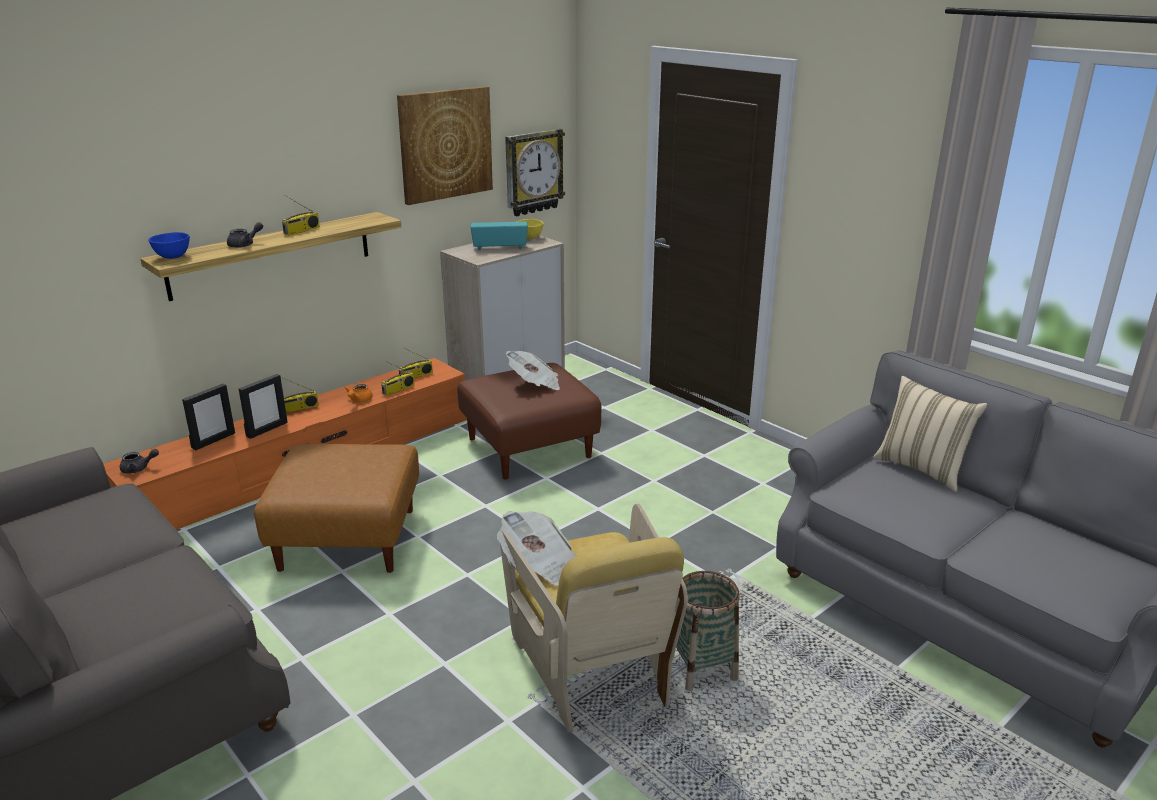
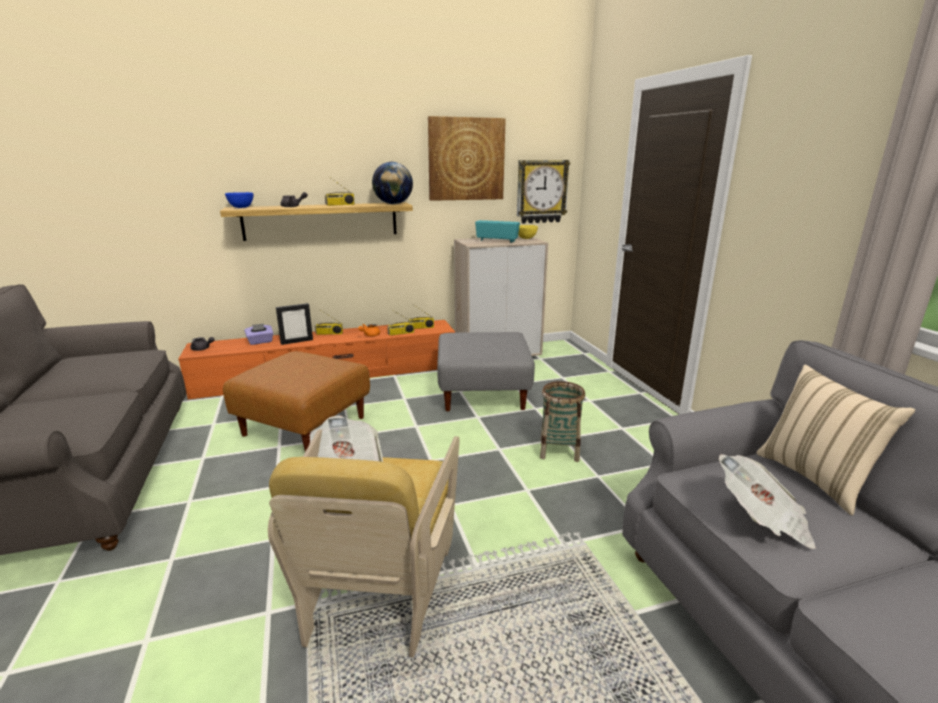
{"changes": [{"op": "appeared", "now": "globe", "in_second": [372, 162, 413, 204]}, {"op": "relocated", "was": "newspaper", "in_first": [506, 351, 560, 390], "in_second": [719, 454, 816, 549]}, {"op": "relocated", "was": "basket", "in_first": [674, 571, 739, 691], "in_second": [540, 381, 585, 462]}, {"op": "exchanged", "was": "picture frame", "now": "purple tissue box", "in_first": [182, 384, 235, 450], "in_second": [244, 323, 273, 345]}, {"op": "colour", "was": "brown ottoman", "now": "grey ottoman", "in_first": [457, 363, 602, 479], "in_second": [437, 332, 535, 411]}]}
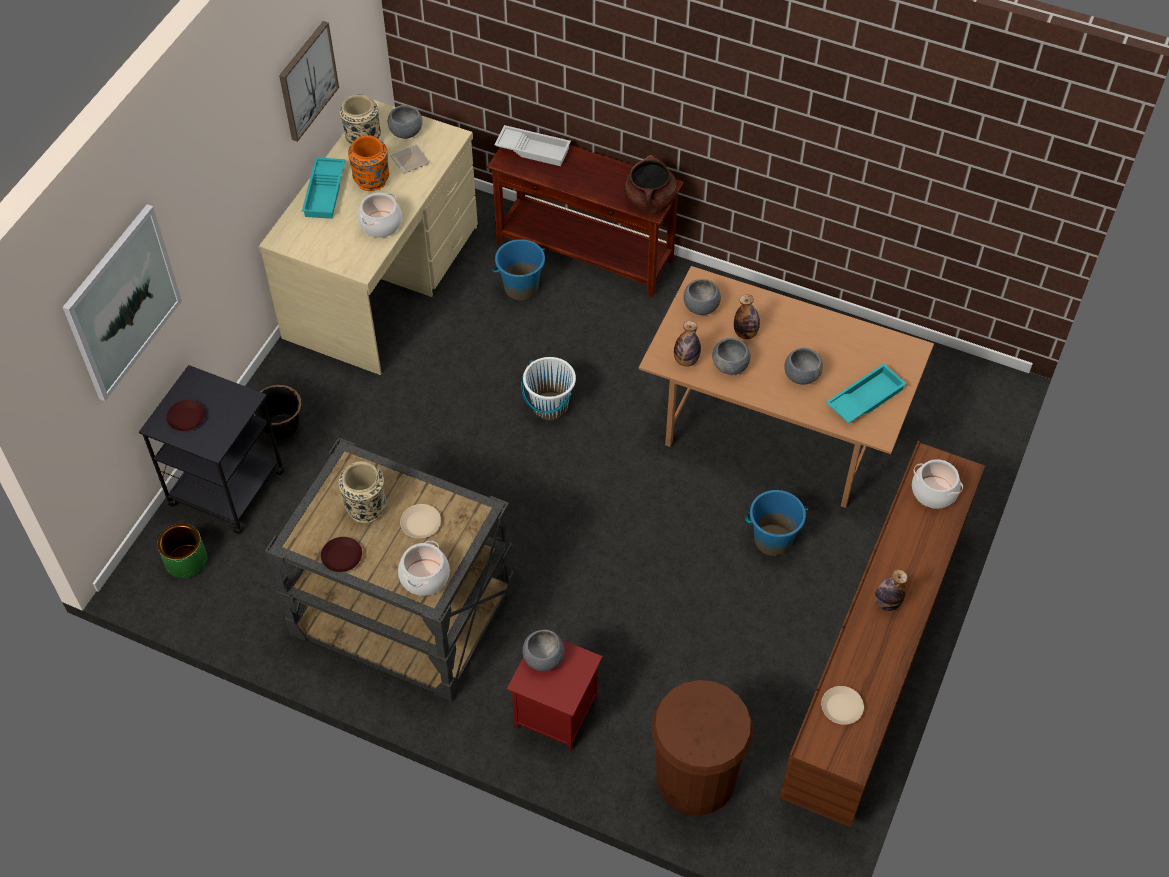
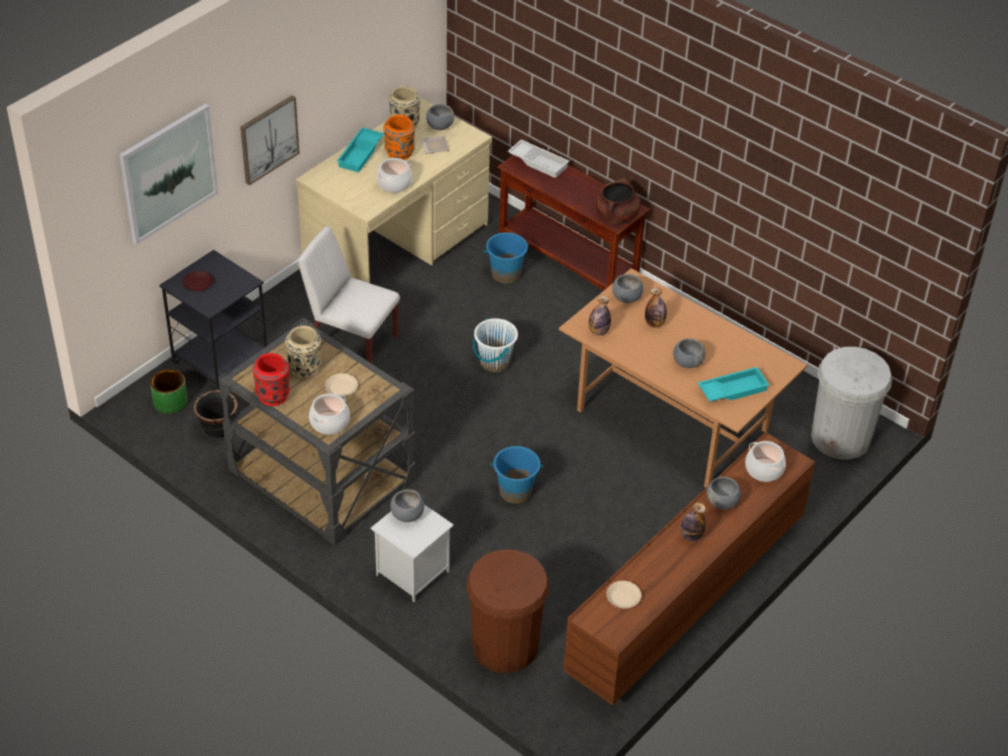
{"changes": [{"op": "appeared", "now": "white chair", "in_second": [298, 226, 400, 364]}, {"op": "appeared", "now": "white trash can", "in_second": [811, 347, 892, 460]}, {"op": "relocated", "was": "black planter", "in_first": [254, 385, 302, 439], "in_second": [194, 390, 238, 438]}, {"op": "relocated", "was": "picture", "in_first": [279, 21, 339, 142], "in_second": [240, 95, 300, 185]}, {"op": "relocated", "was": "grey bowl", "in_first": [712, 338, 751, 375], "in_second": [707, 476, 741, 510]}, {"op": "relocated", "was": "blue bucket", "in_first": [745, 490, 808, 556], "in_second": [491, 446, 543, 504]}, {"op": "exchanged", "was": "brown plate", "now": "red vase", "in_first": [321, 537, 362, 572], "in_second": [252, 353, 290, 406]}, {"op": "colour", "was": "red nightstand", "now": "grey nightstand", "in_first": [507, 630, 602, 751], "in_second": [370, 505, 454, 602]}]}
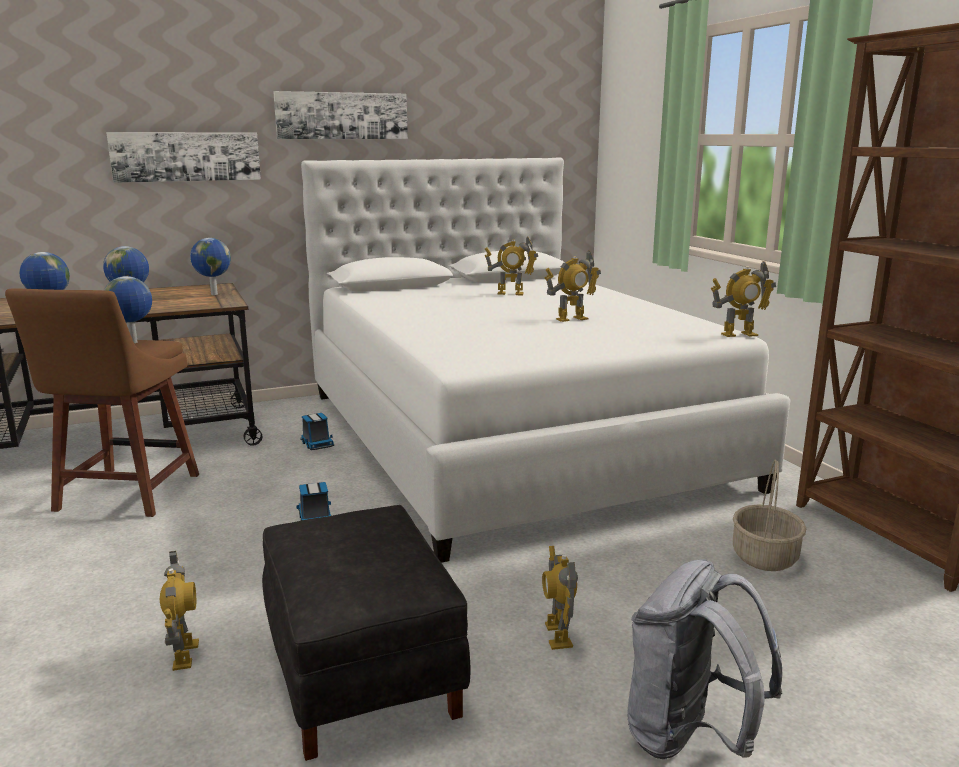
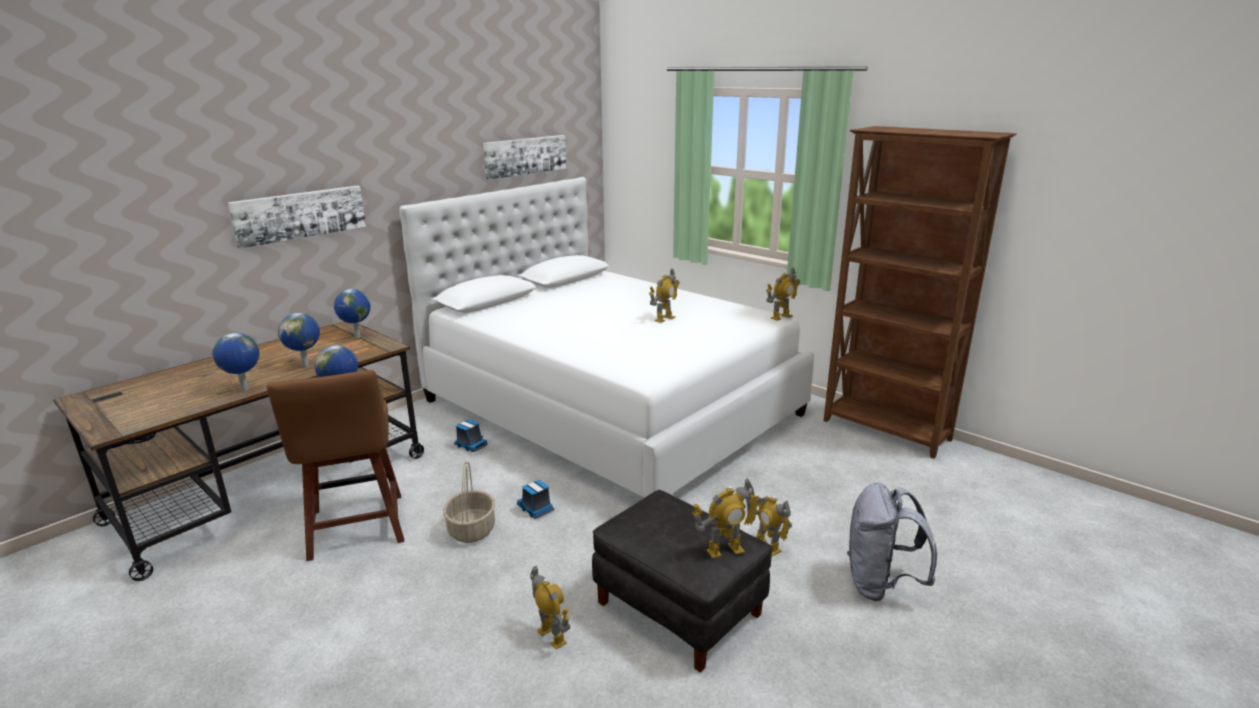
{"changes": [{"op": "relocated", "was": "picture", "in_first": [273, 91, 408, 139], "in_second": [483, 135, 566, 180]}, {"op": "relocated", "was": "toy robot", "in_first": [484, 237, 538, 295], "in_second": [692, 478, 762, 559]}, {"op": "relocated", "was": "basket", "in_first": [733, 460, 806, 571], "in_second": [443, 462, 495, 543]}]}
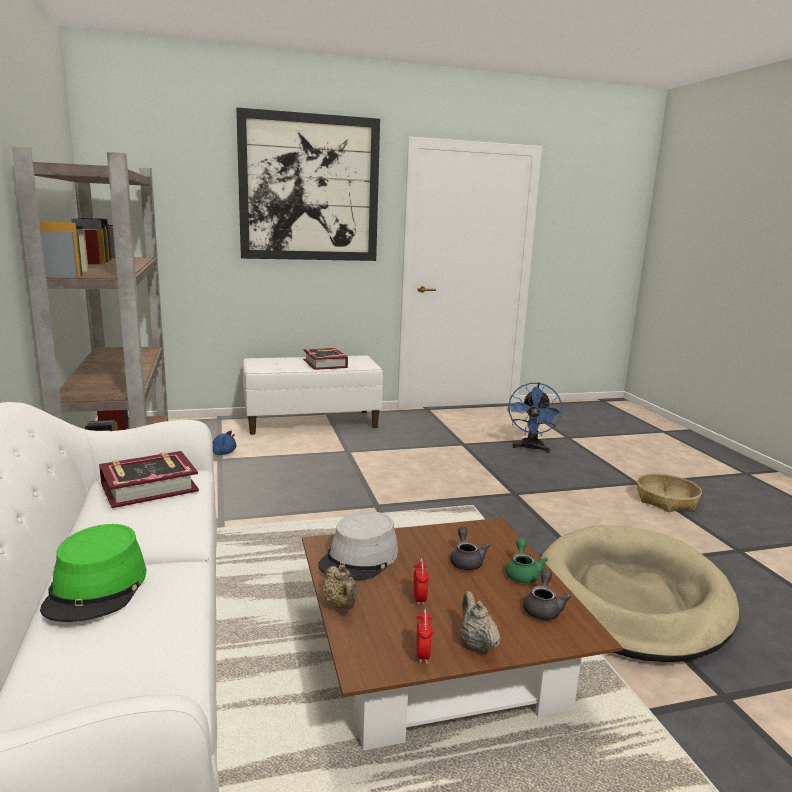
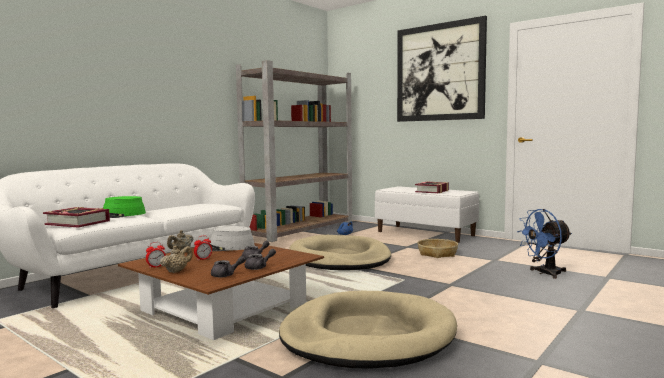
{"changes": [{"op": "appeared", "now": "beige dog bed", "in_second": [289, 235, 391, 270]}, {"op": "relocated", "was": "book", "in_first": [99, 451, 199, 508], "in_second": [43, 207, 110, 228]}, {"op": "relocated", "was": "basket", "in_first": [637, 473, 702, 512], "in_second": [417, 239, 458, 258]}, {"op": "colour", "was": "green teapot", "now": "grey teapot", "in_first": [506, 538, 548, 583], "in_second": [245, 249, 276, 270]}]}
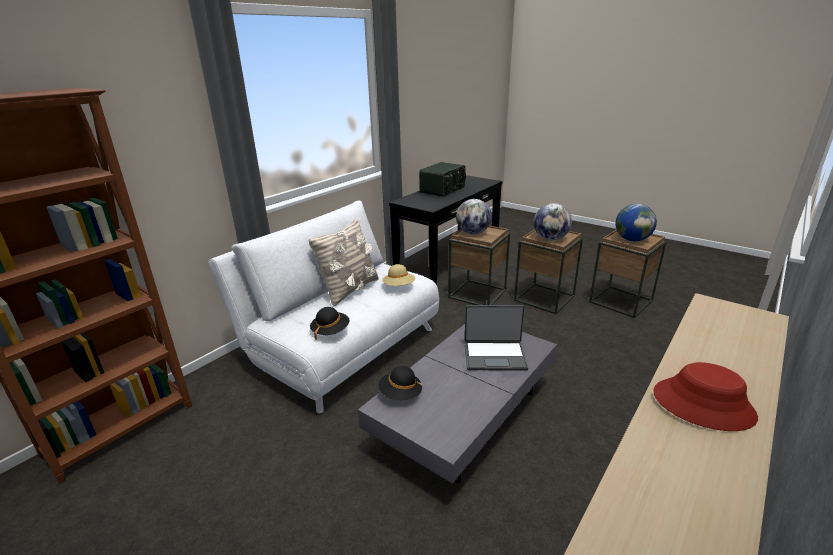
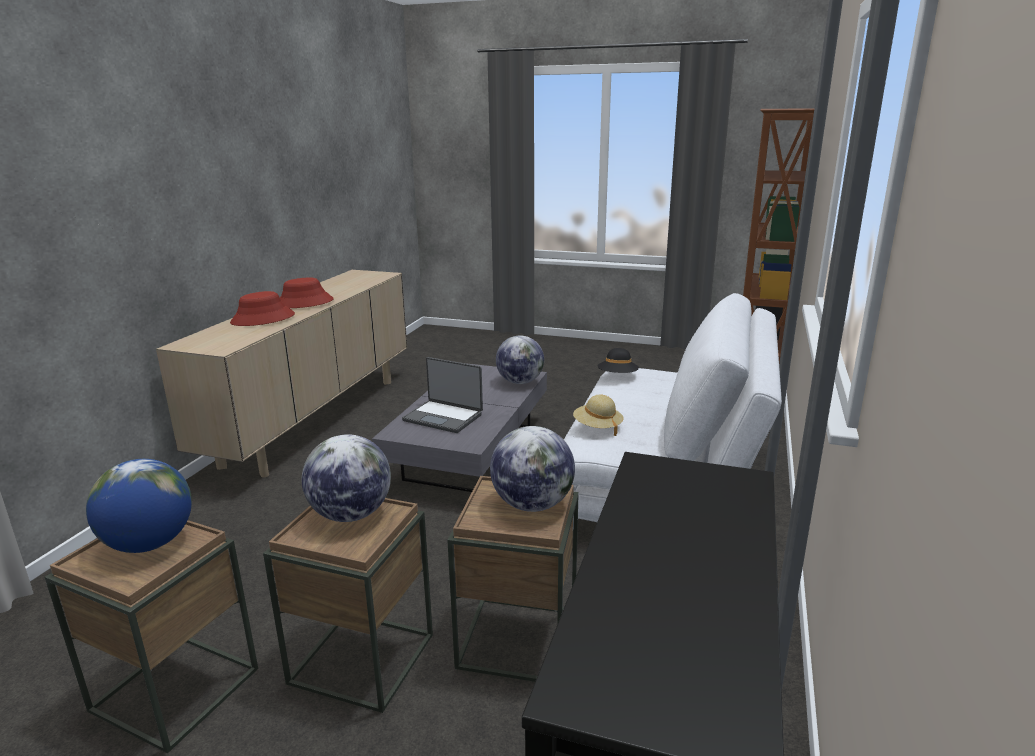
{"changes": [{"op": "missing", "was": "beige pillow", "in_first": [309, 219, 379, 306]}, {"op": "missing", "was": "radio", "in_first": [419, 162, 466, 197]}, {"op": "appeared", "now": "red hat", "in_second": [230, 291, 295, 326]}, {"op": "exchanged", "was": "black hat", "now": "globe", "in_first": [379, 366, 422, 400], "in_second": [496, 335, 544, 384]}, {"op": "spun", "was": "laptop", "in_first": [465, 305, 528, 370], "in_second": [402, 357, 483, 433], "clockwise": -135}]}
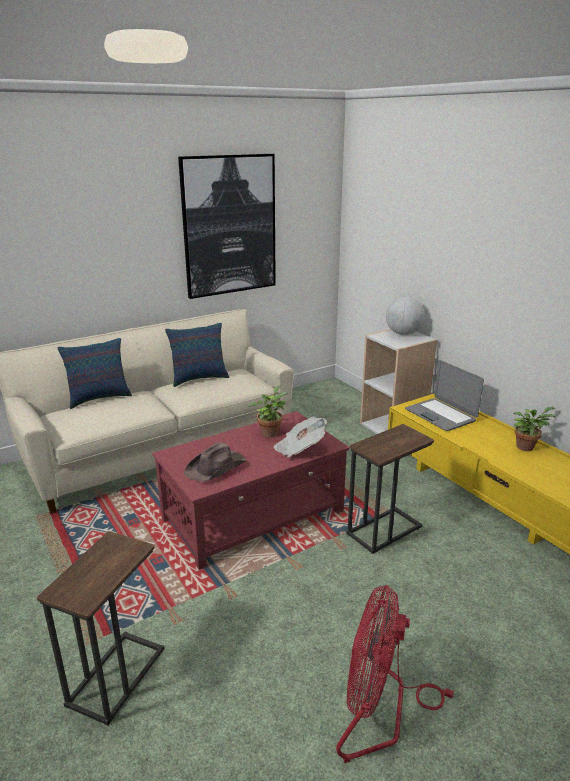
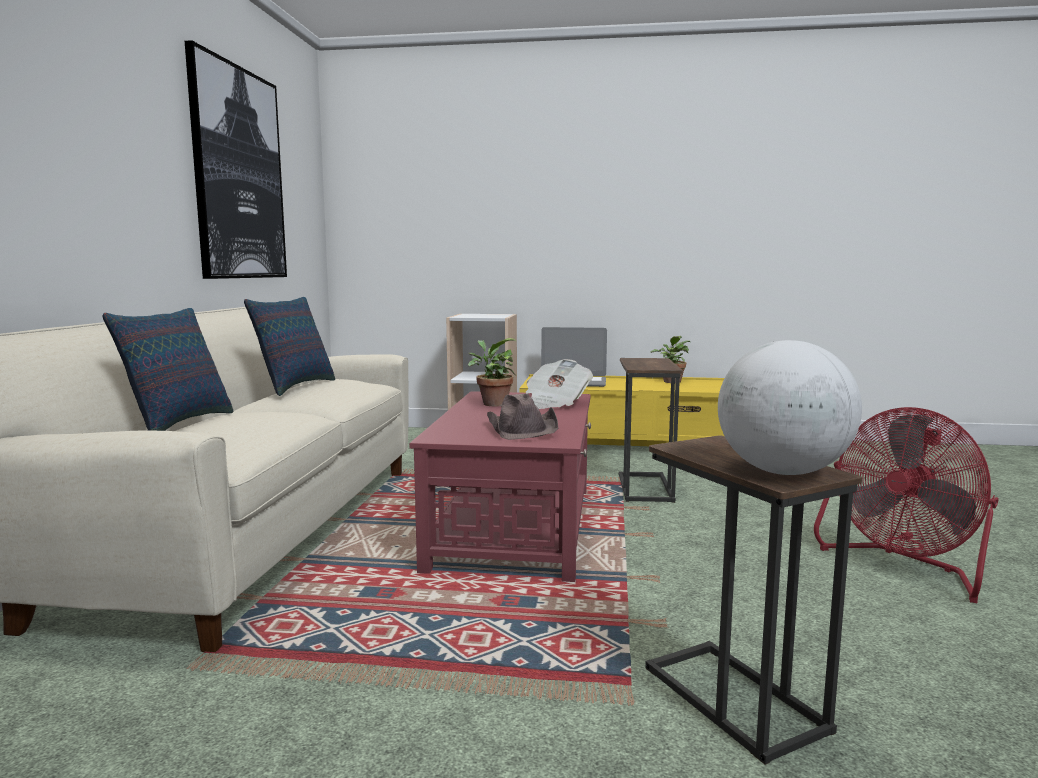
{"changes": [{"op": "relocated", "was": "globe", "in_first": [386, 297, 425, 335], "in_second": [718, 340, 862, 475]}]}
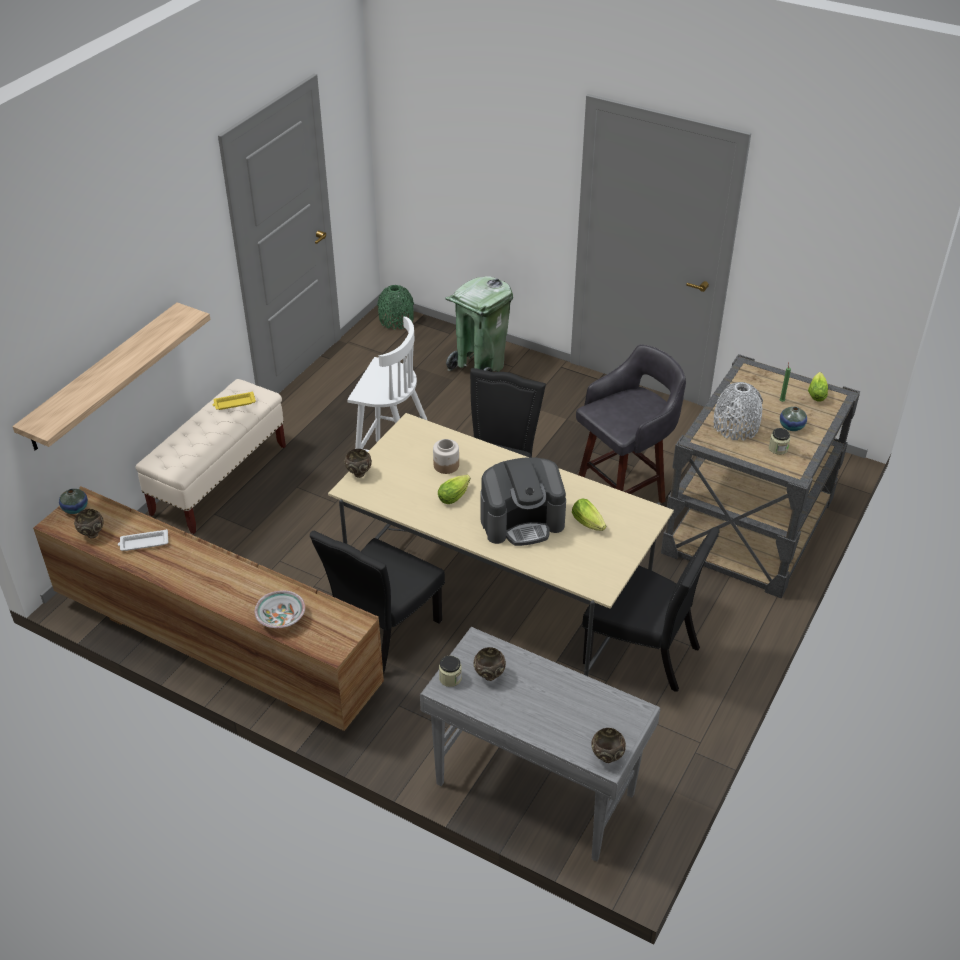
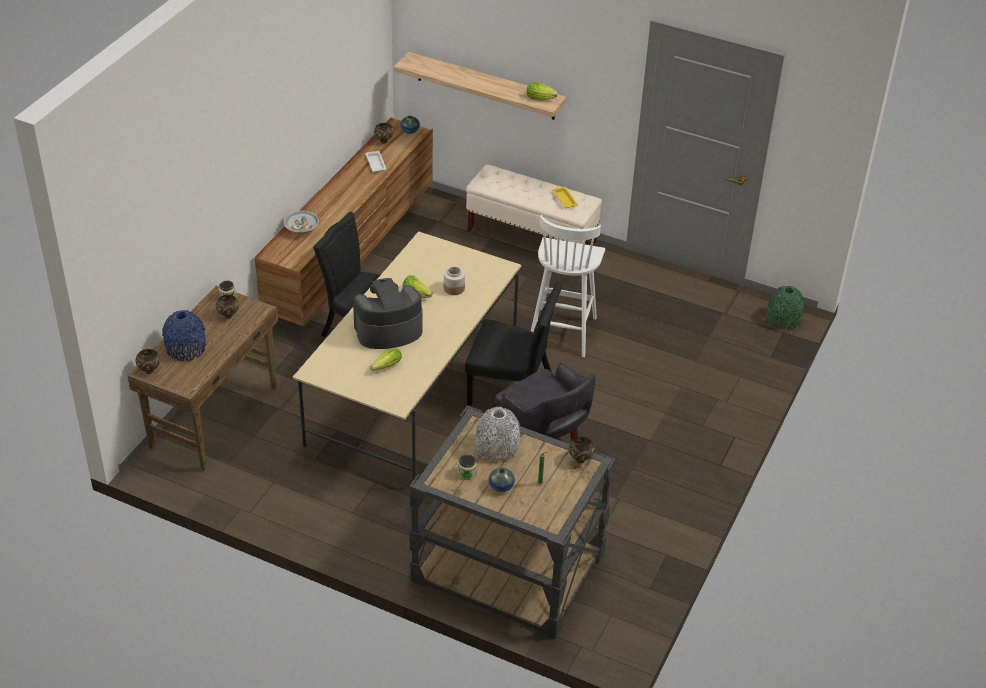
{"changes": [{"op": "missing", "was": "green trash can", "in_first": [445, 276, 513, 372]}, {"op": "missing", "was": "black chair", "in_first": [582, 527, 720, 692]}, {"op": "appeared", "now": "blue vase", "in_second": [162, 310, 206, 361]}, {"op": "relocated", "was": "brown bowl", "in_first": [344, 449, 372, 478], "in_second": [569, 437, 595, 463]}, {"op": "relocated", "was": "lettuce", "in_first": [808, 372, 828, 402], "in_second": [527, 82, 558, 101]}, {"op": "colour", "was": "grey console table", "now": "brown console table", "in_first": [420, 627, 660, 862], "in_second": [128, 286, 278, 470]}, {"op": "spun", "was": "coffee machine", "in_first": [480, 457, 566, 546], "in_second": [353, 278, 423, 349], "clockwise": 90}]}
